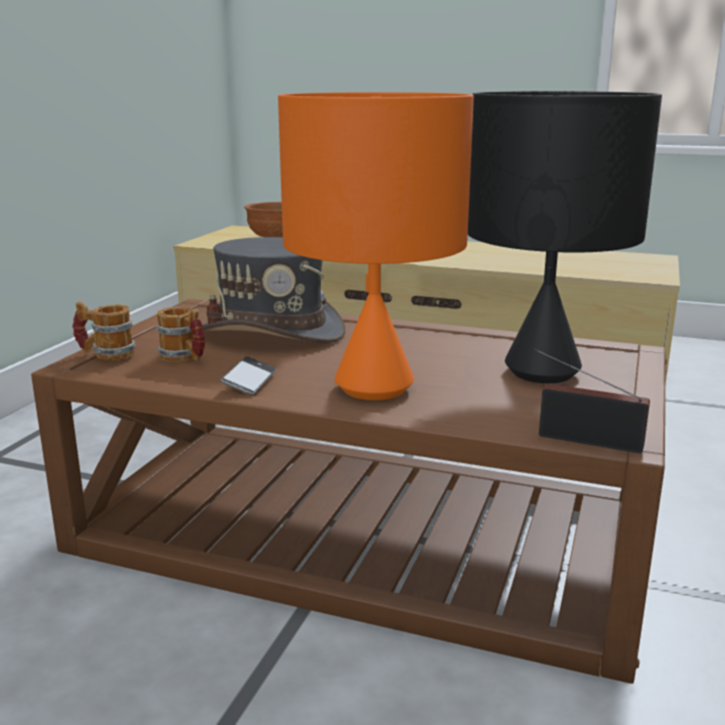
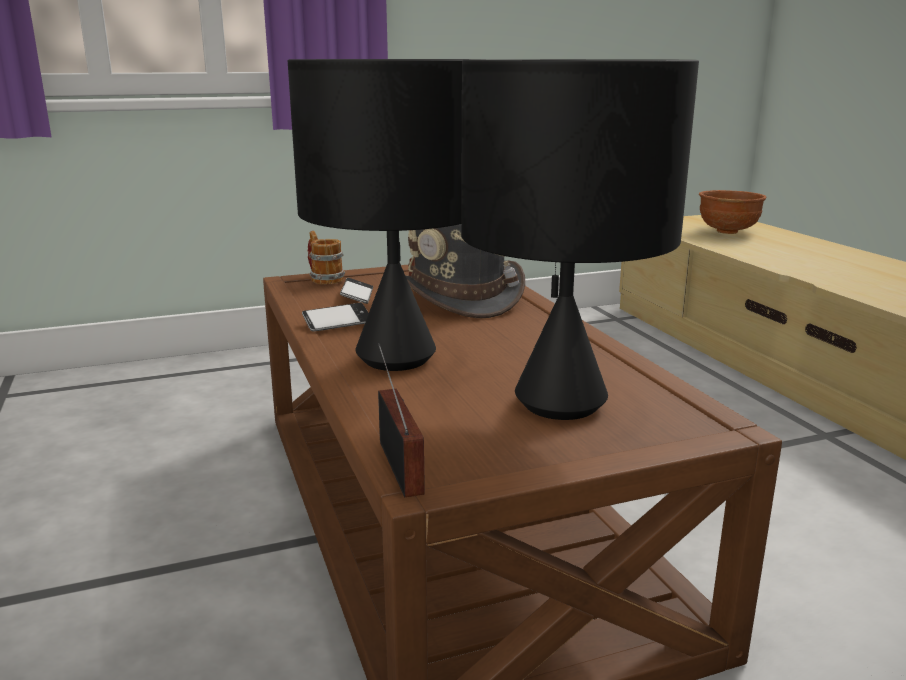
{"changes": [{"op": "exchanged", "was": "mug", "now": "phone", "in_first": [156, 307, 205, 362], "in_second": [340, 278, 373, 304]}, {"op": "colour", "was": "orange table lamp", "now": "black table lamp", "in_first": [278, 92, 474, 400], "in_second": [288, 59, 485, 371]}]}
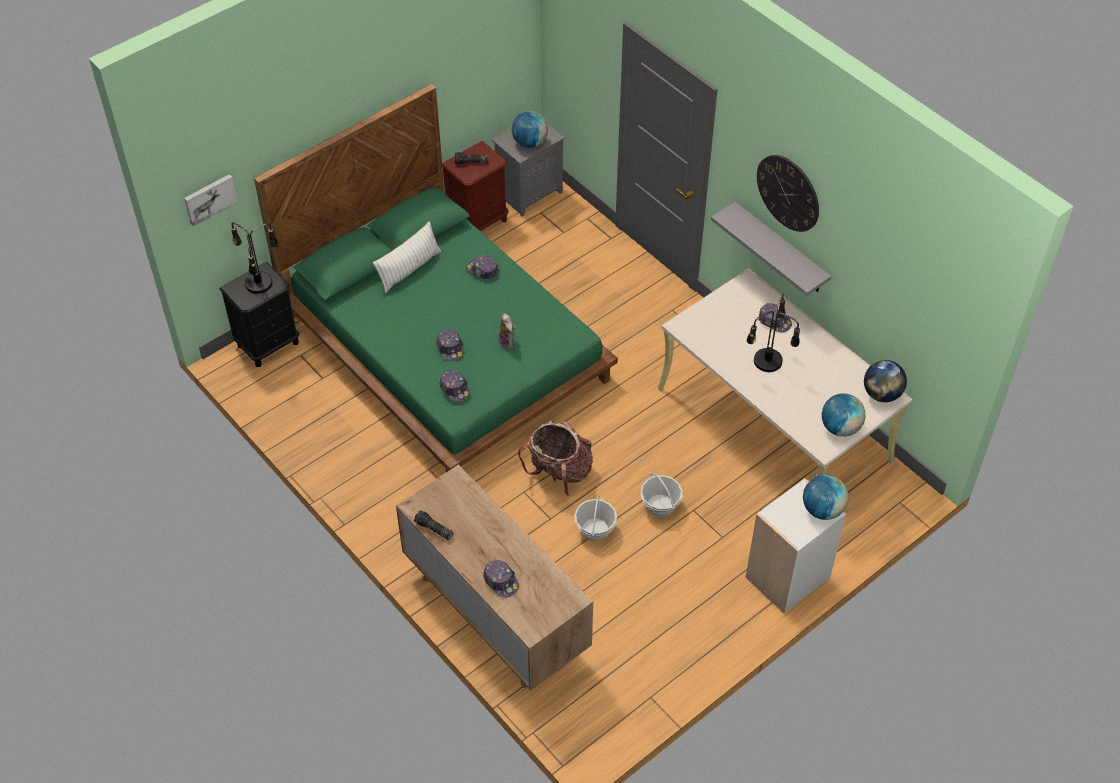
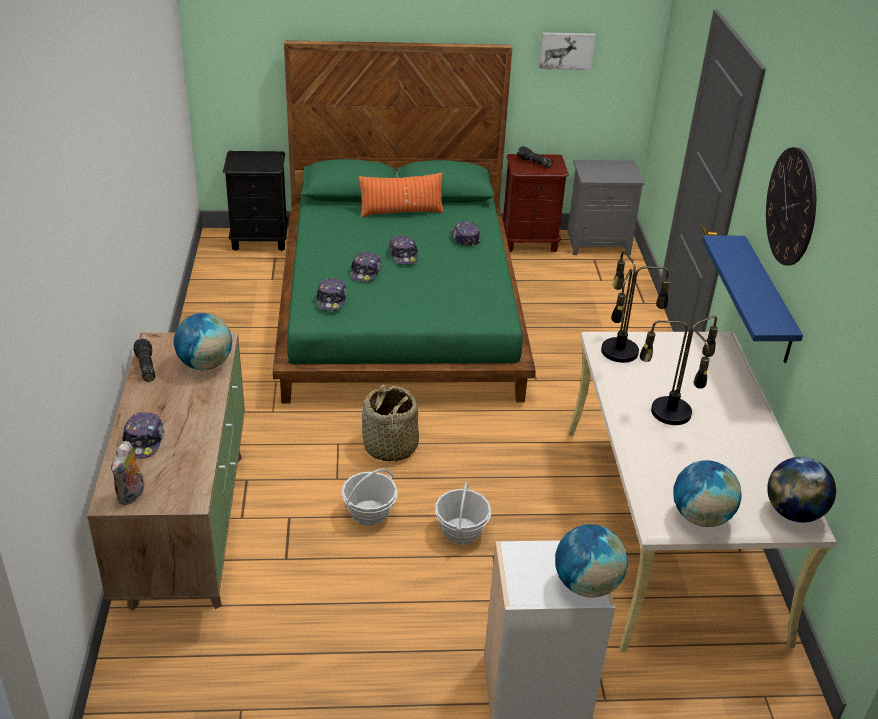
{"changes": [{"op": "relocated", "was": "picture", "in_first": [184, 174, 238, 227], "in_second": [539, 33, 596, 70]}, {"op": "relocated", "was": "table lamp", "in_first": [231, 222, 278, 294], "in_second": [601, 251, 670, 363]}, {"op": "relocated", "was": "plush toy", "in_first": [499, 313, 516, 349], "in_second": [111, 441, 144, 505]}, {"op": "relocated", "was": "globe", "in_first": [512, 111, 548, 148], "in_second": [174, 313, 232, 370]}, {"op": "relocated", "was": "cap", "in_first": [757, 303, 792, 333], "in_second": [389, 236, 418, 265]}, {"op": "exchanged", "was": "backpack", "now": "basket", "in_first": [518, 420, 593, 496], "in_second": [362, 385, 419, 462]}, {"op": "colour", "was": "white pillow", "now": "orange pillow", "in_first": [373, 221, 441, 293], "in_second": [358, 172, 444, 217]}, {"op": "colour", "was": "grey shelf", "now": "blue shelf", "in_first": [711, 202, 831, 296], "in_second": [702, 235, 803, 363]}]}
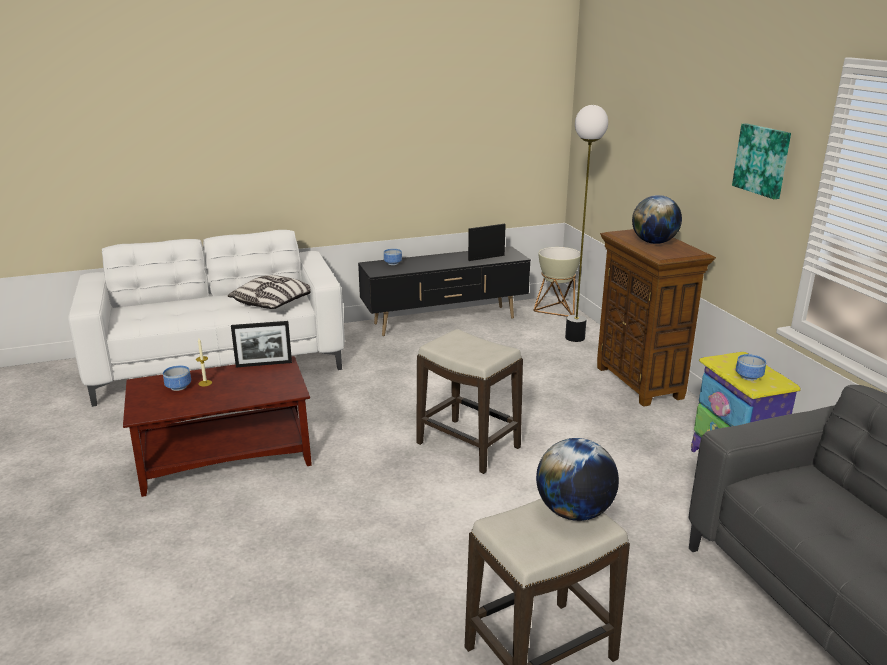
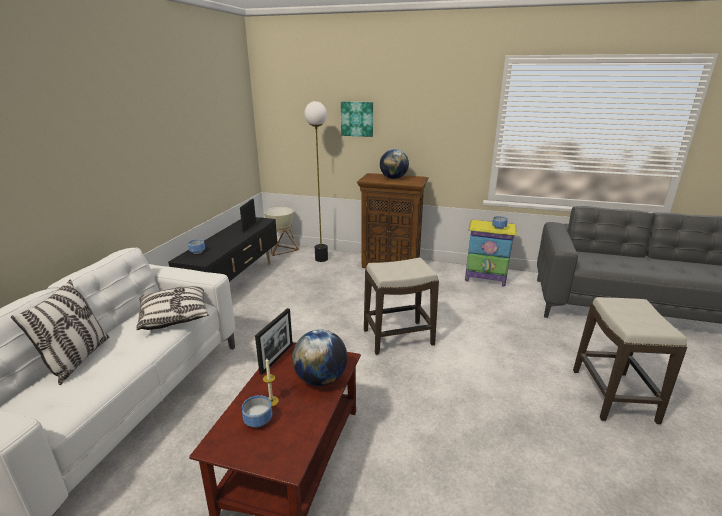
{"changes": [{"op": "appeared", "now": "pillow", "in_second": [11, 280, 109, 385]}, {"op": "relocated", "was": "globe", "in_first": [536, 438, 619, 521], "in_second": [292, 329, 347, 386]}, {"op": "relocated", "was": "picture", "in_first": [732, 123, 791, 199], "in_second": [341, 101, 373, 137]}]}
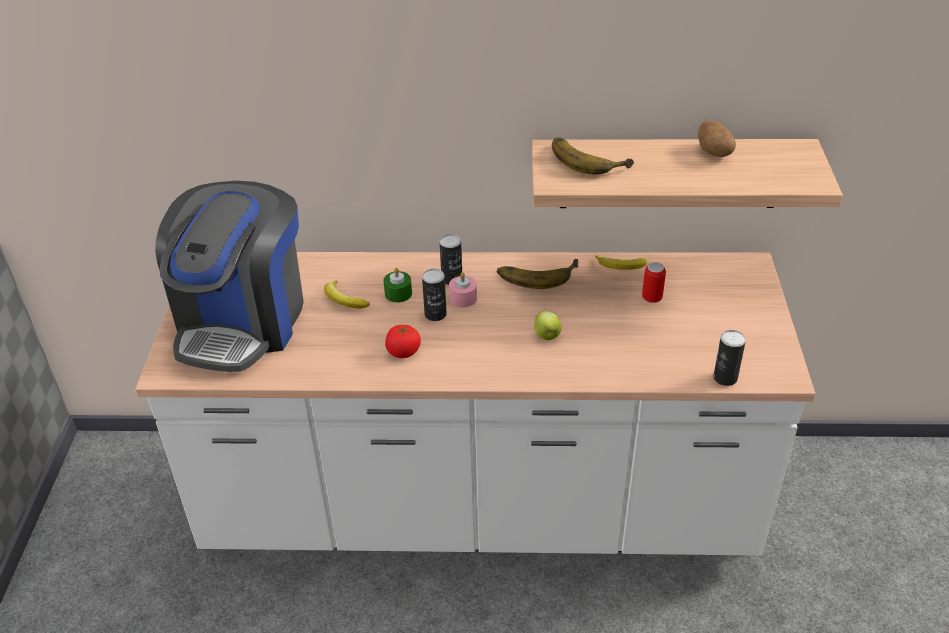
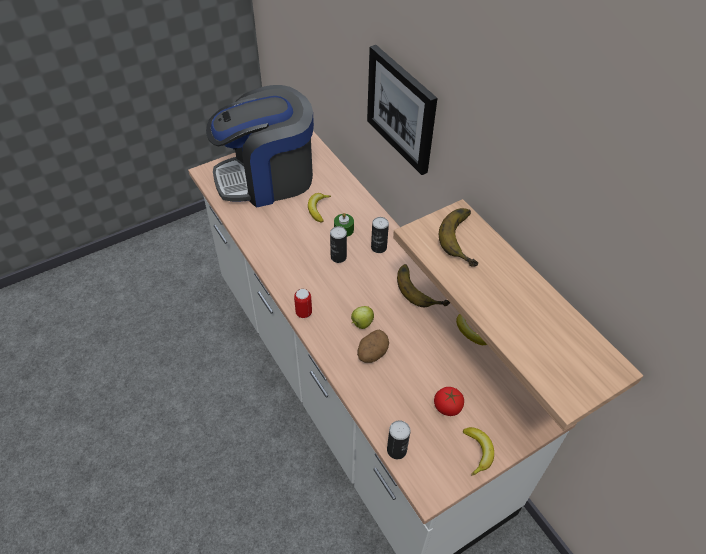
{"changes": [{"op": "missing", "was": "pink candle", "in_first": [449, 272, 477, 308]}, {"op": "appeared", "now": "picture", "in_second": [367, 45, 438, 175]}, {"op": "appeared", "now": "banana", "in_second": [463, 427, 494, 475]}, {"op": "relocated", "was": "tomato", "in_first": [385, 325, 421, 358], "in_second": [434, 387, 464, 416]}, {"op": "relocated", "was": "can", "in_first": [642, 262, 666, 303], "in_second": [294, 289, 312, 318]}, {"op": "relocated", "was": "potato", "in_first": [698, 121, 736, 157], "in_second": [357, 330, 389, 363]}]}
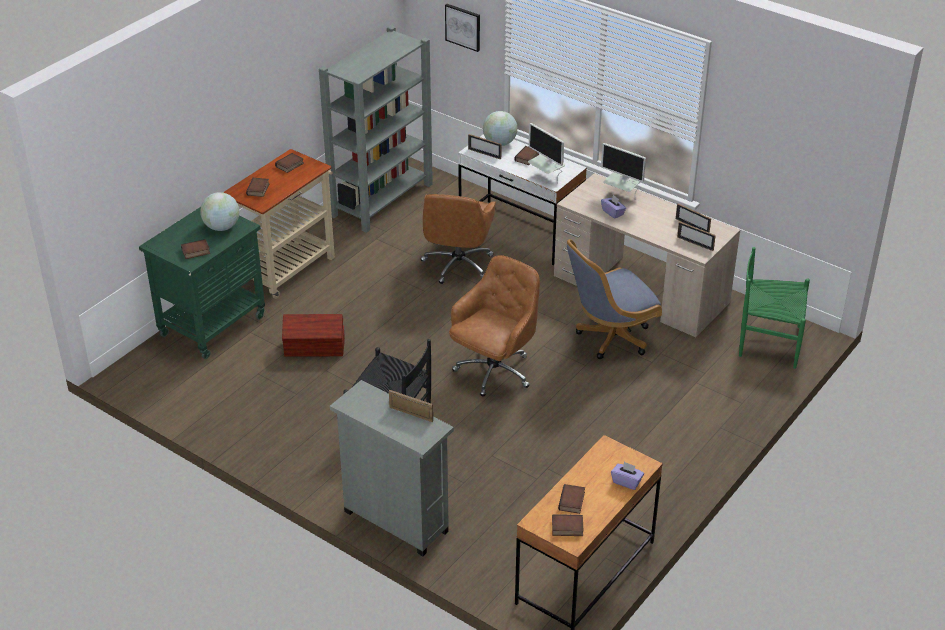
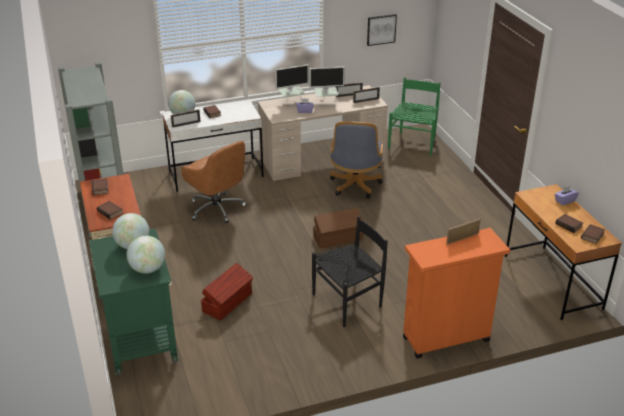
{"changes": [{"op": "relocated", "was": "picture", "in_first": [445, 4, 480, 52], "in_second": [367, 14, 397, 46]}, {"op": "relocated", "was": "monitor", "in_first": [528, 123, 565, 184], "in_second": [309, 67, 345, 101]}, {"op": "exchanged", "was": "book", "now": "globe", "in_first": [181, 239, 210, 259], "in_second": [127, 235, 165, 274]}, {"op": "exchanged", "was": "brown office chair", "now": "brown storage box", "in_first": [449, 255, 540, 396], "in_second": [313, 208, 363, 249]}, {"op": "colour", "was": "grey cabinet", "now": "orange cabinet", "in_first": [330, 380, 454, 556], "in_second": [403, 228, 510, 359]}, {"op": "spun", "was": "green chair", "in_first": [739, 247, 810, 369], "in_second": [388, 77, 441, 156], "clockwise": 150}]}
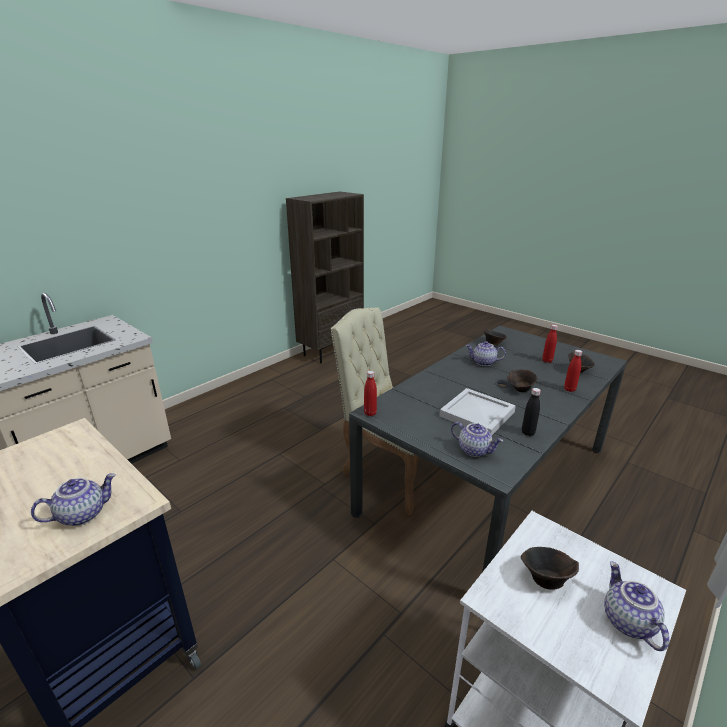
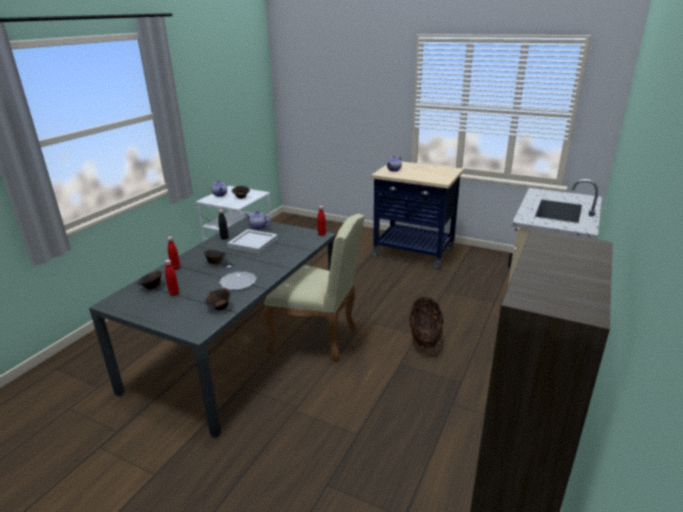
{"changes": [{"op": "appeared", "now": "basket", "in_second": [409, 297, 443, 349]}, {"op": "exchanged", "was": "teapot", "now": "plate", "in_first": [466, 341, 506, 366], "in_second": [219, 272, 257, 290]}]}
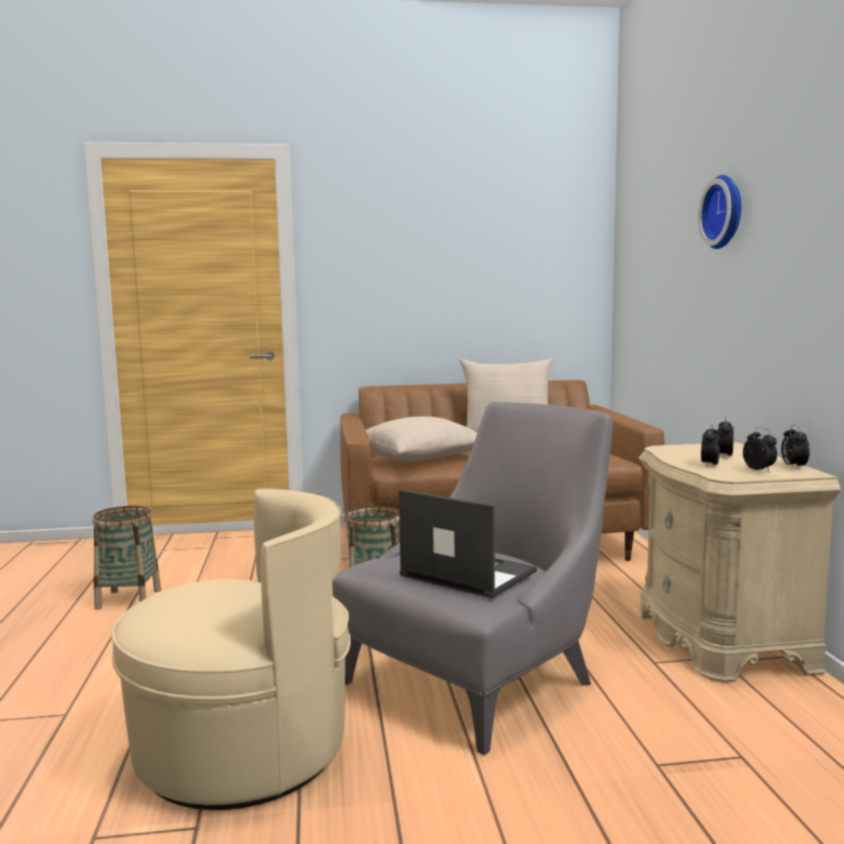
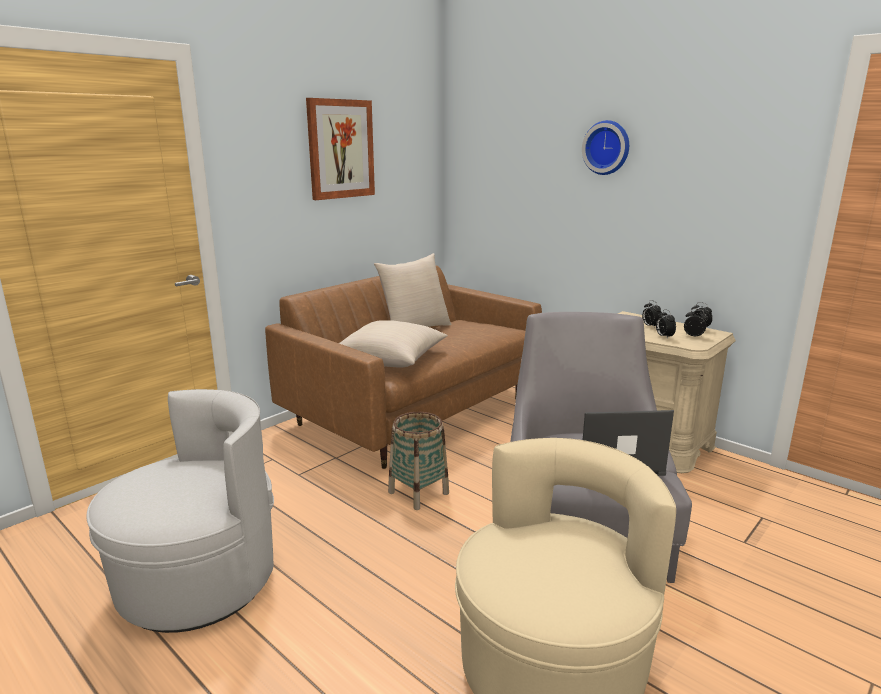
{"changes": [{"op": "appeared", "now": "picture", "in_second": [306, 98, 375, 200]}, {"op": "exchanged", "was": "basket", "now": "white armchair", "in_first": [92, 506, 161, 610], "in_second": [86, 389, 274, 633]}]}
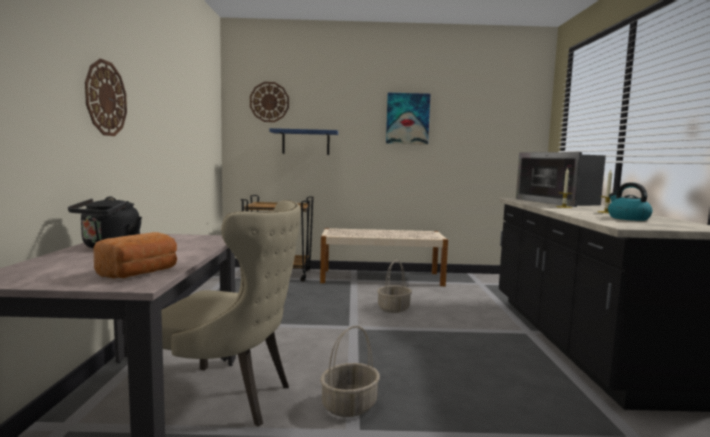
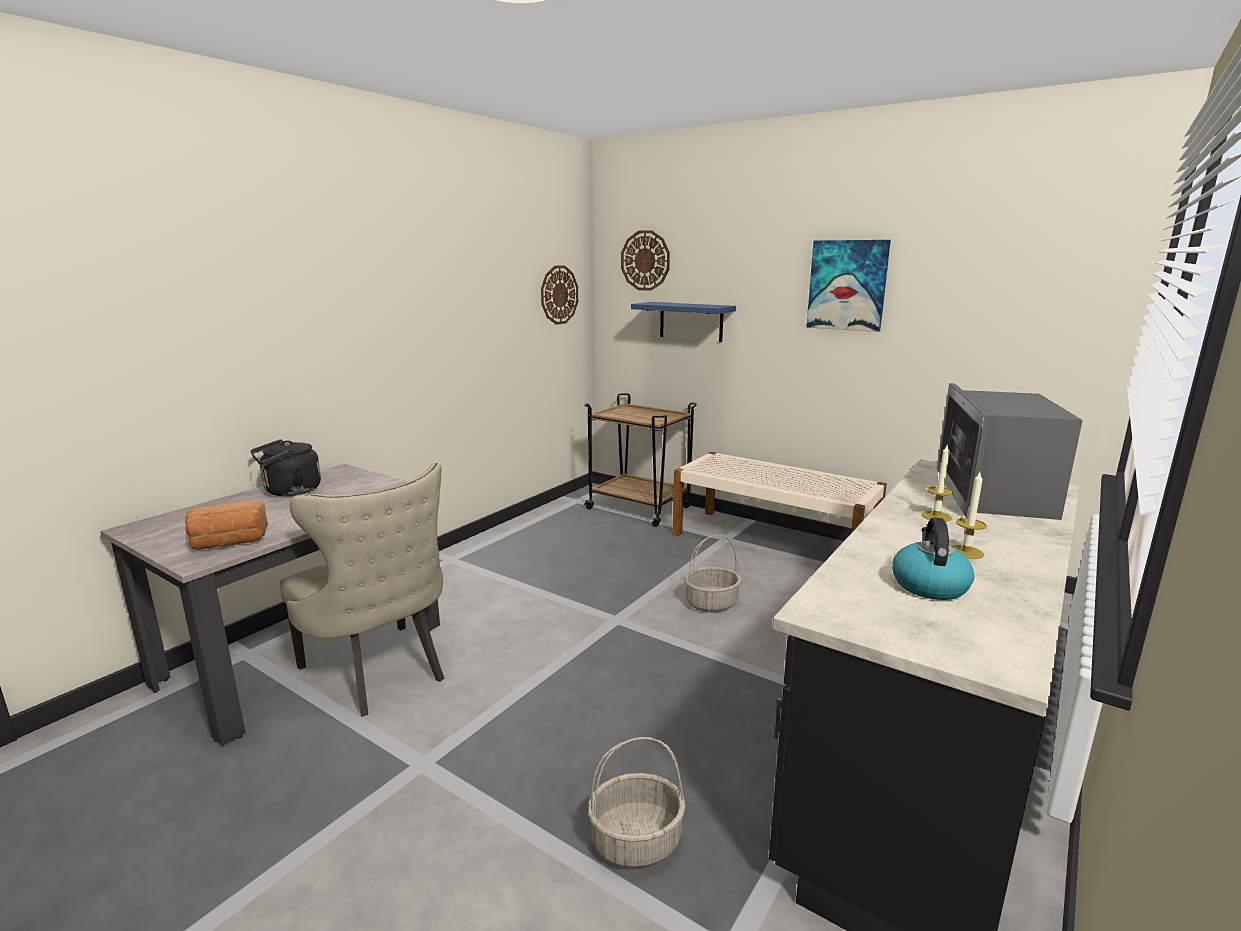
{"changes": [{"op": "relocated", "was": "wall clock", "in_first": [85, 59, 127, 136], "in_second": [541, 265, 578, 325]}, {"op": "relocated", "was": "basket", "in_first": [320, 326, 380, 417], "in_second": [588, 737, 686, 868]}]}
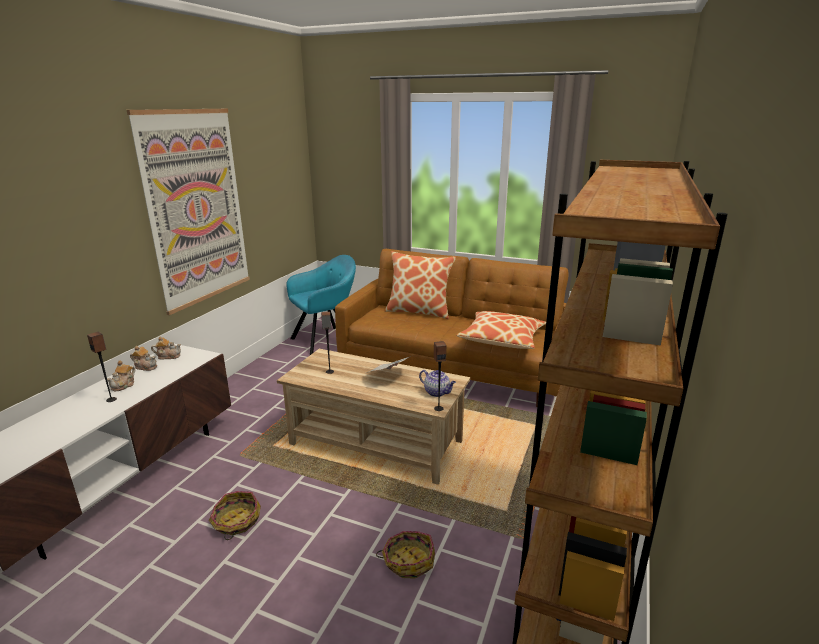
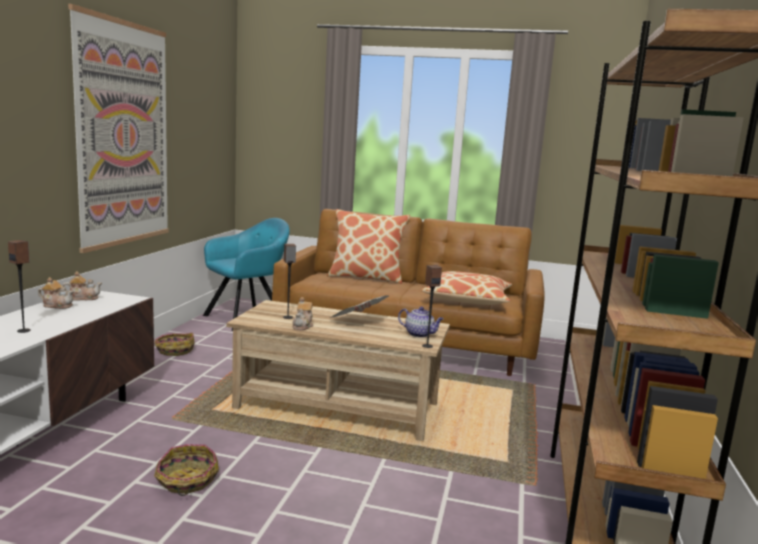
{"changes": [{"op": "relocated", "was": "teapot", "in_first": [107, 361, 135, 391], "in_second": [293, 297, 313, 330]}, {"op": "relocated", "was": "basket", "in_first": [376, 531, 435, 579], "in_second": [154, 333, 195, 356]}]}
